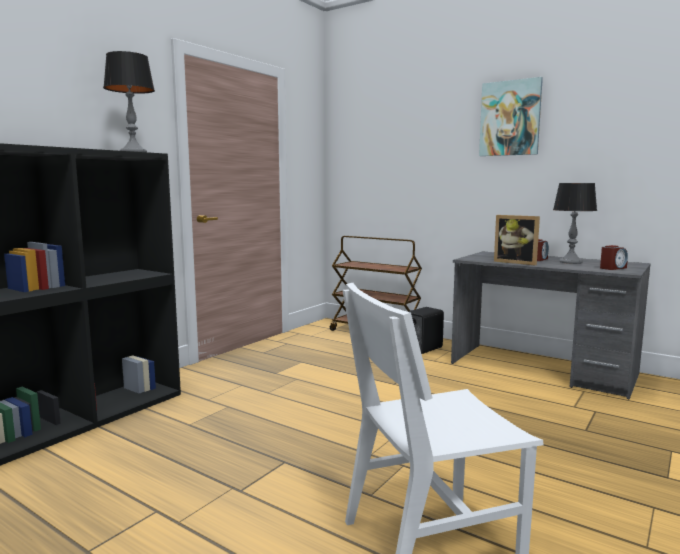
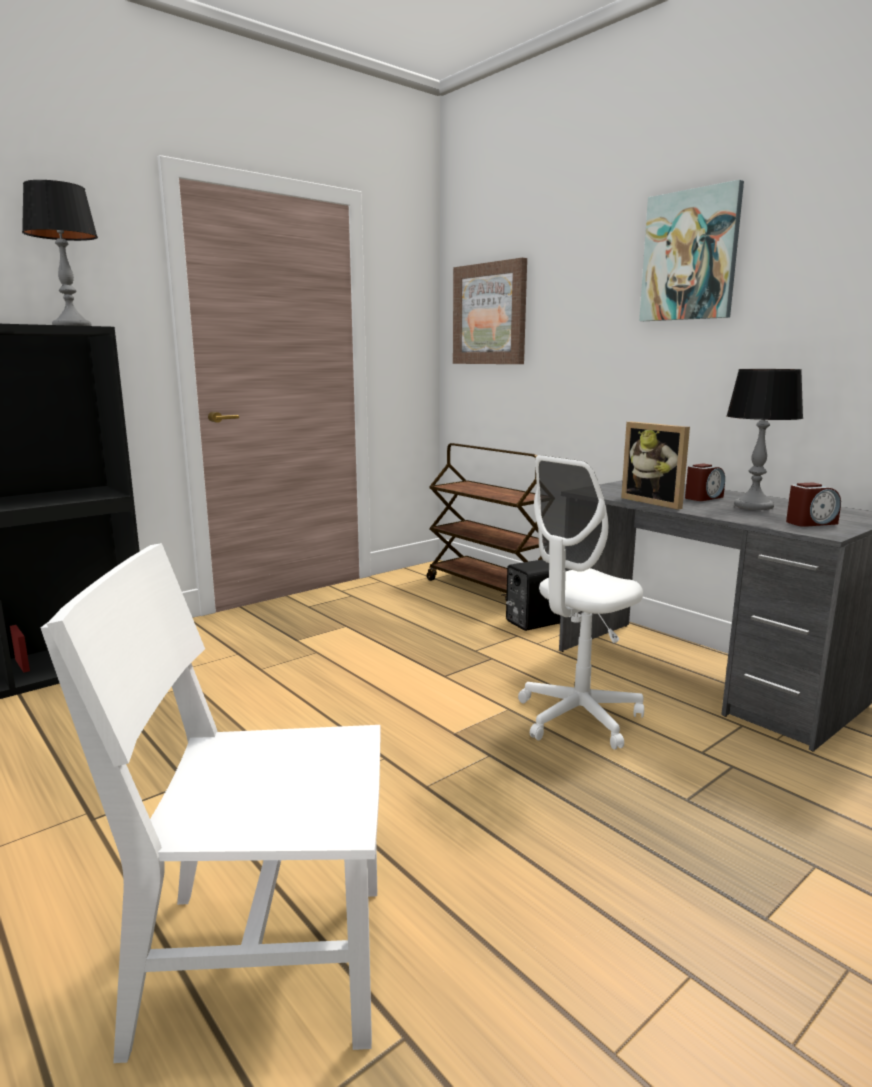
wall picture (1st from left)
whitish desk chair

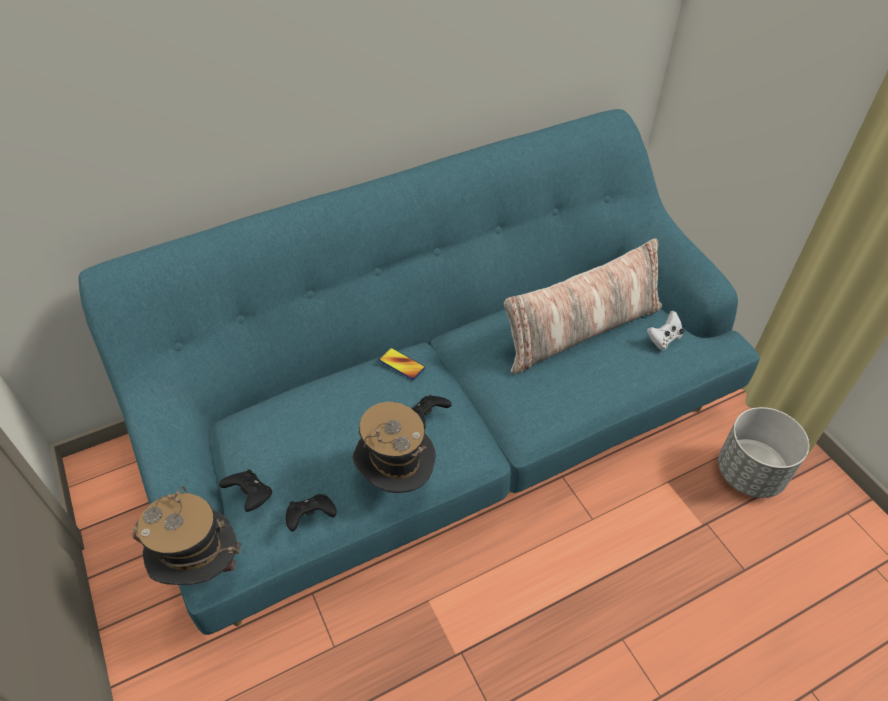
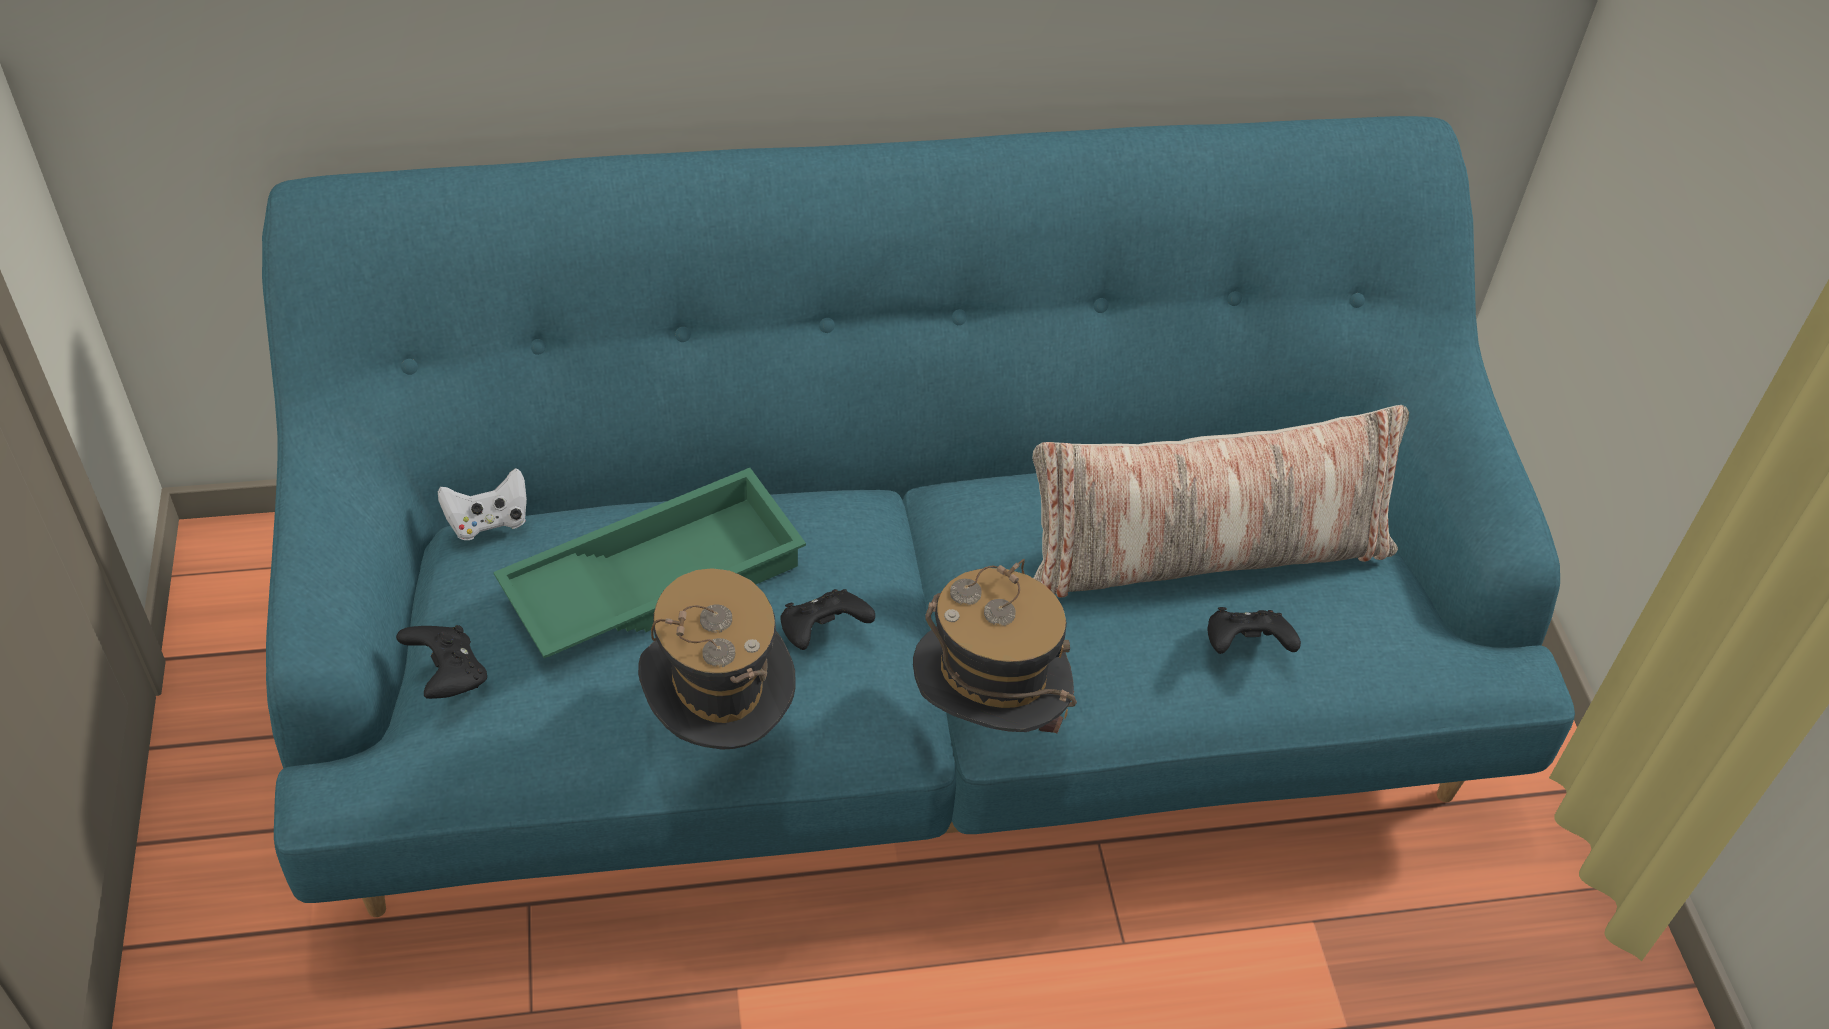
whitish game controller
handset
gray flower pot
wearable hat (2nd from left)
blackish game controller (3rd from left)
greenish serving tray

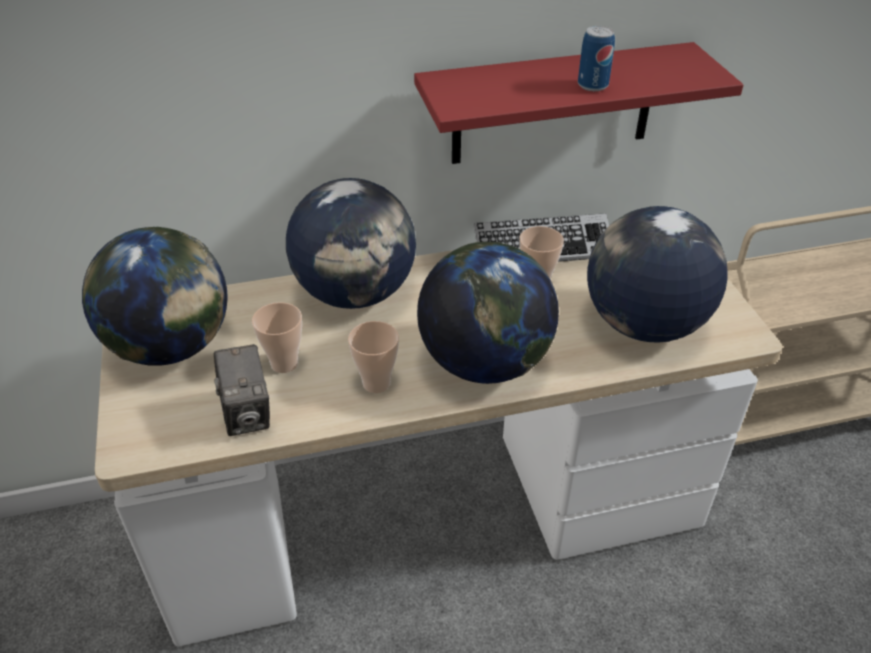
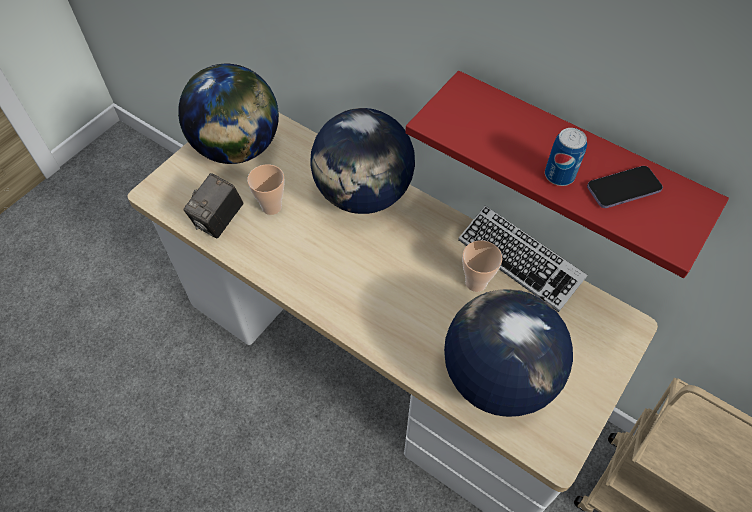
globe (3rd from left in the first image)
drinking cup (2nd from left in the first image)
handset

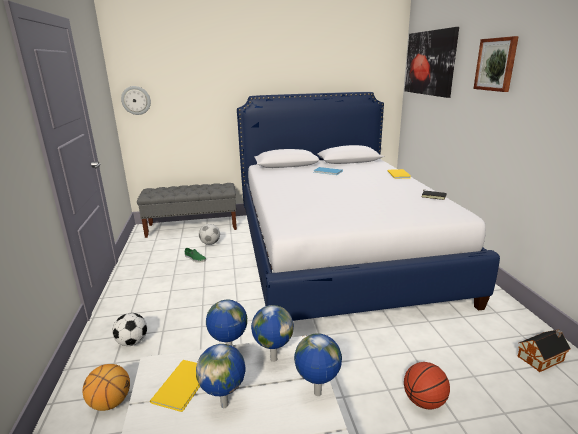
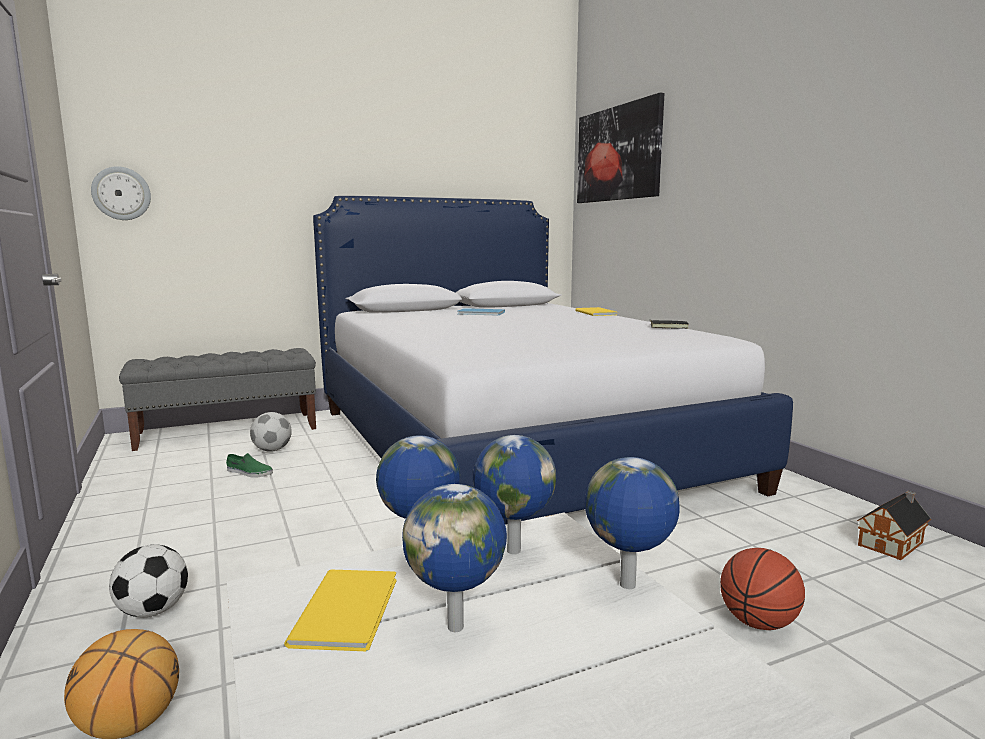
wall picture (2nd from left in the first image)

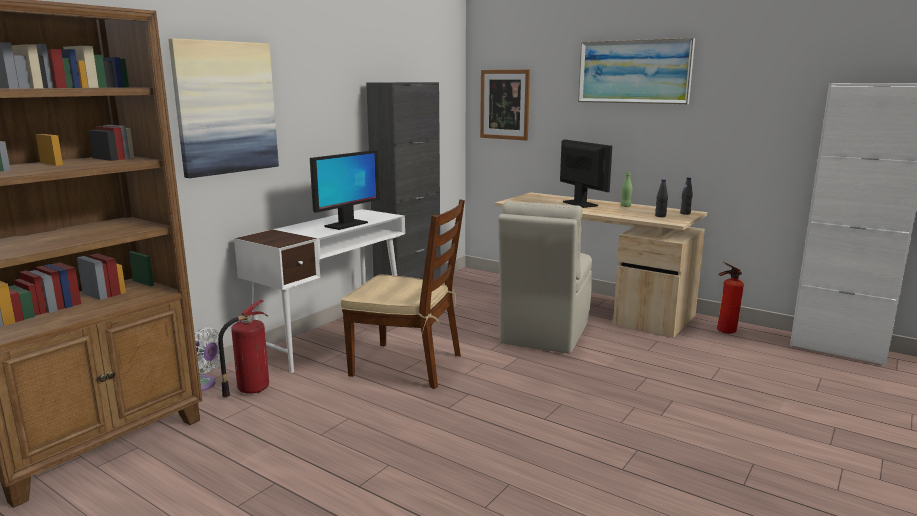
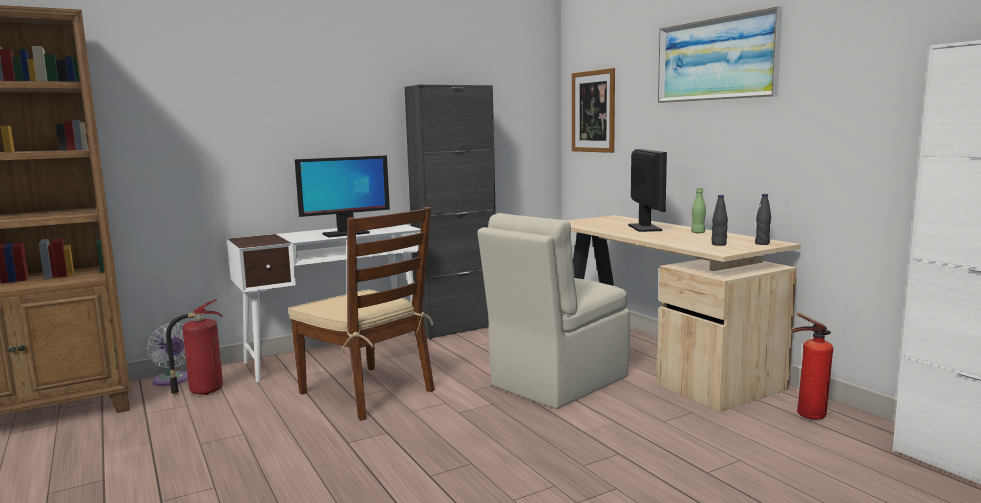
wall picture (1st from left in the first image)

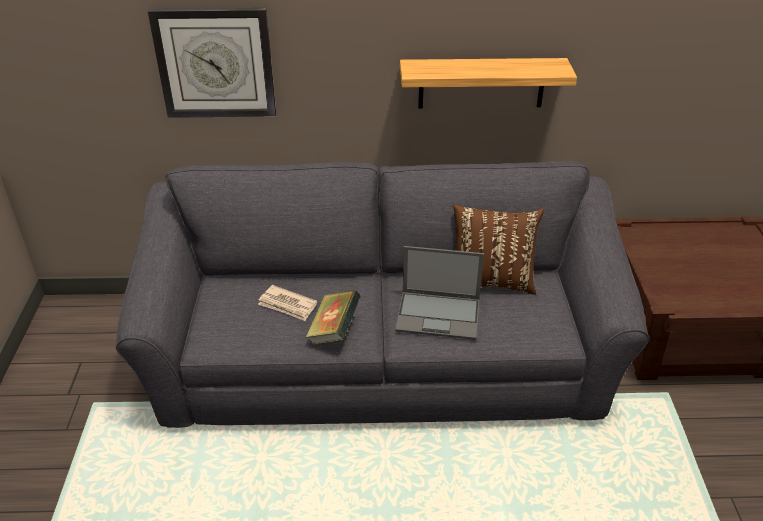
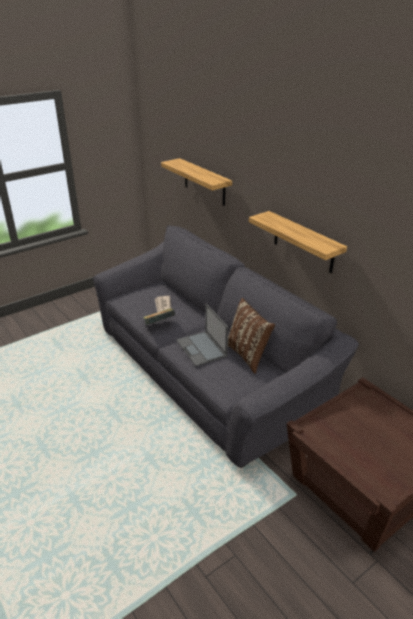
bracket shelf (1st from left)

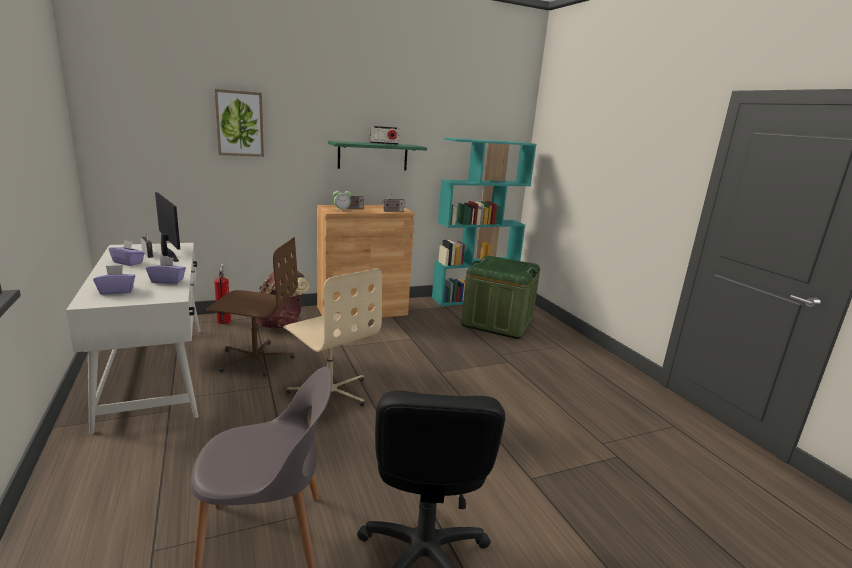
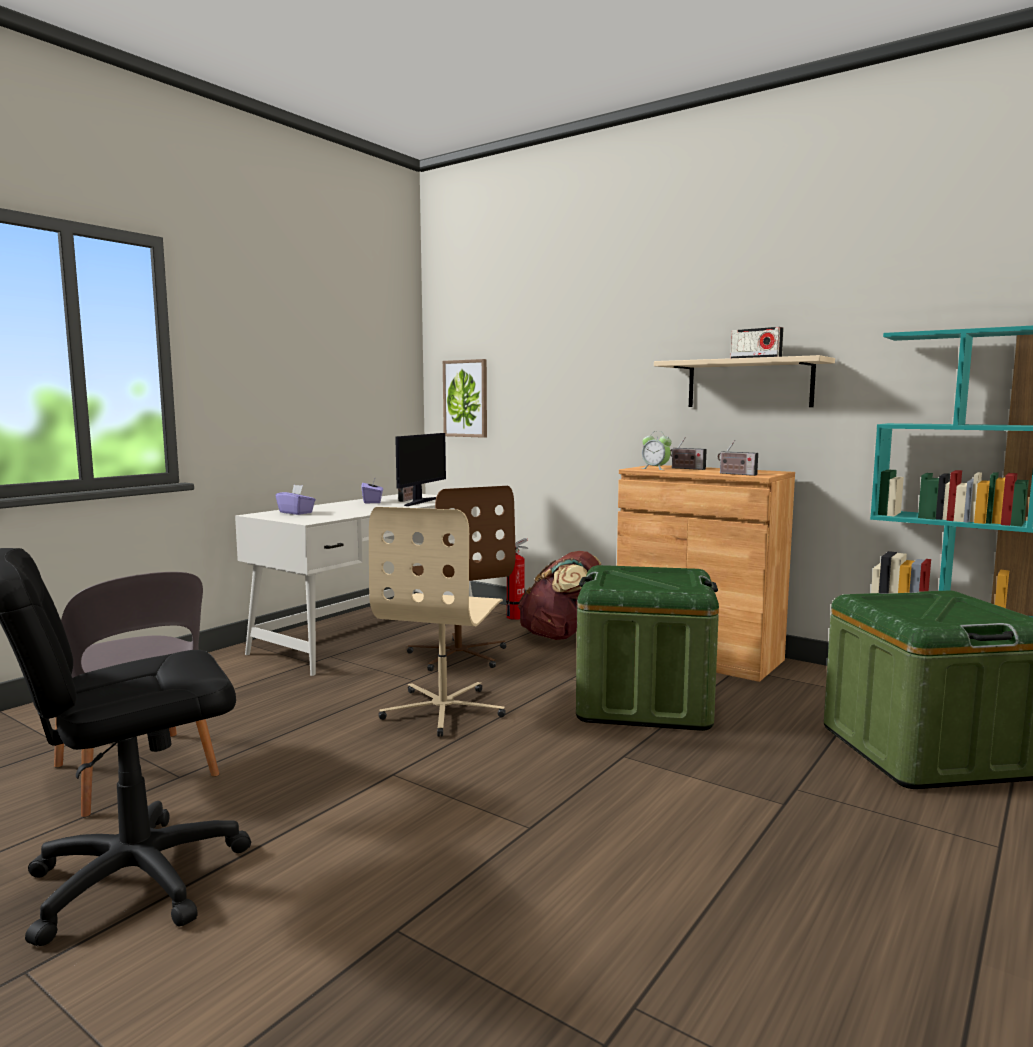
wall picture
beige-coloured bracket shelf
purple tissue box (3rd from left in the first image)
greenish storage box (1st from left)

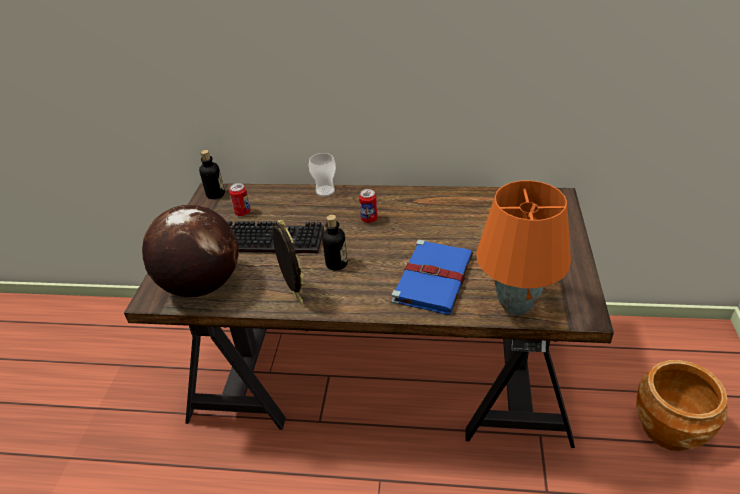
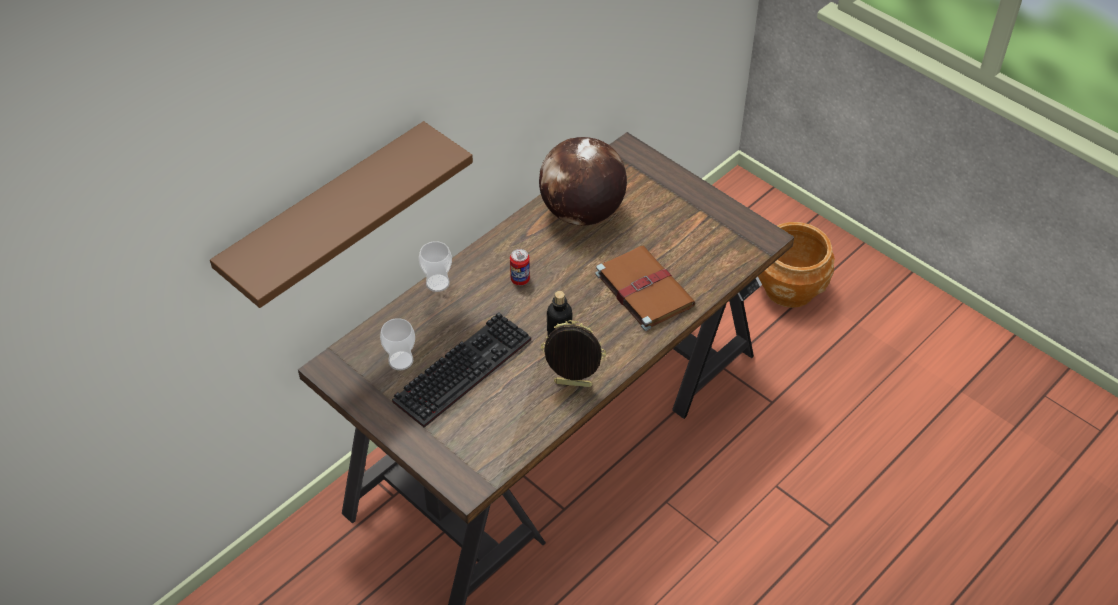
bottle (1st from left in the first image)
orange-coloured lamp for a table
drinking cup (1st from left)
globe
brown-coloured book
brown-coloured bracket shelf

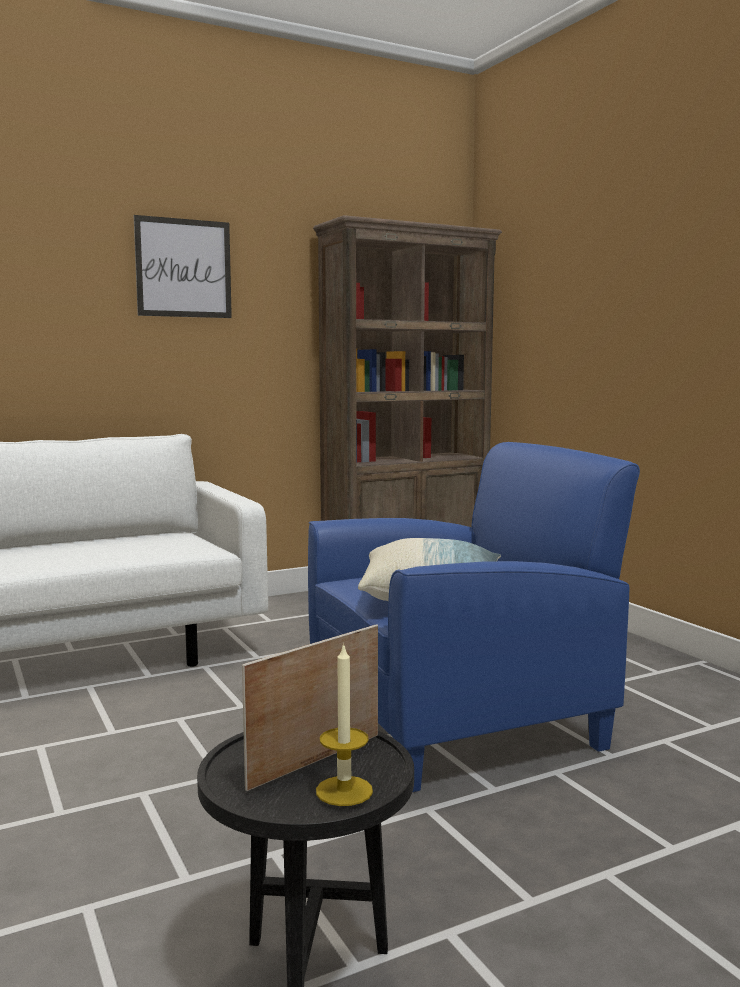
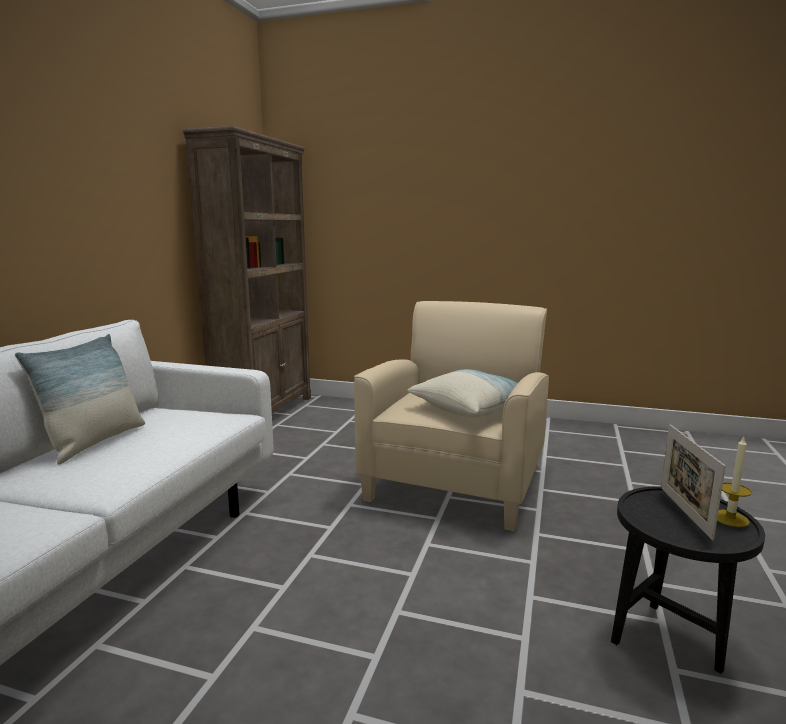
wall picture
beige-coloured lounge chair
cushion (1st from left)

